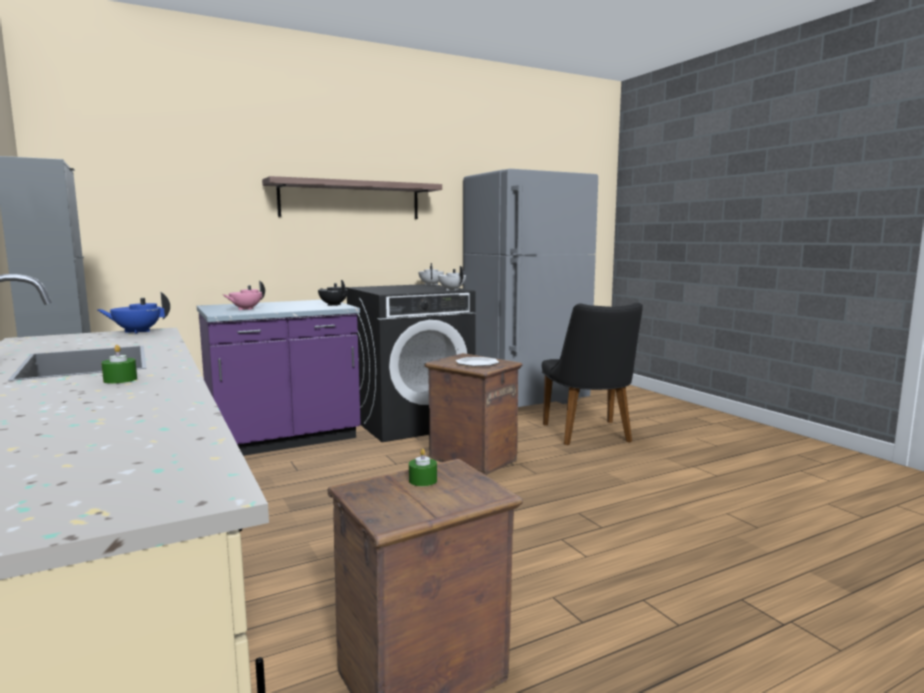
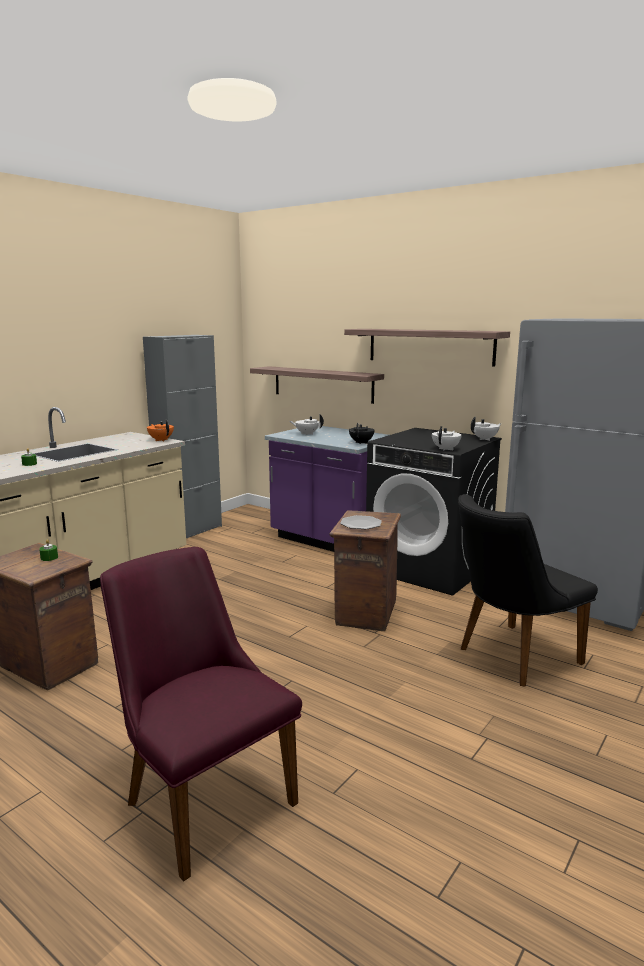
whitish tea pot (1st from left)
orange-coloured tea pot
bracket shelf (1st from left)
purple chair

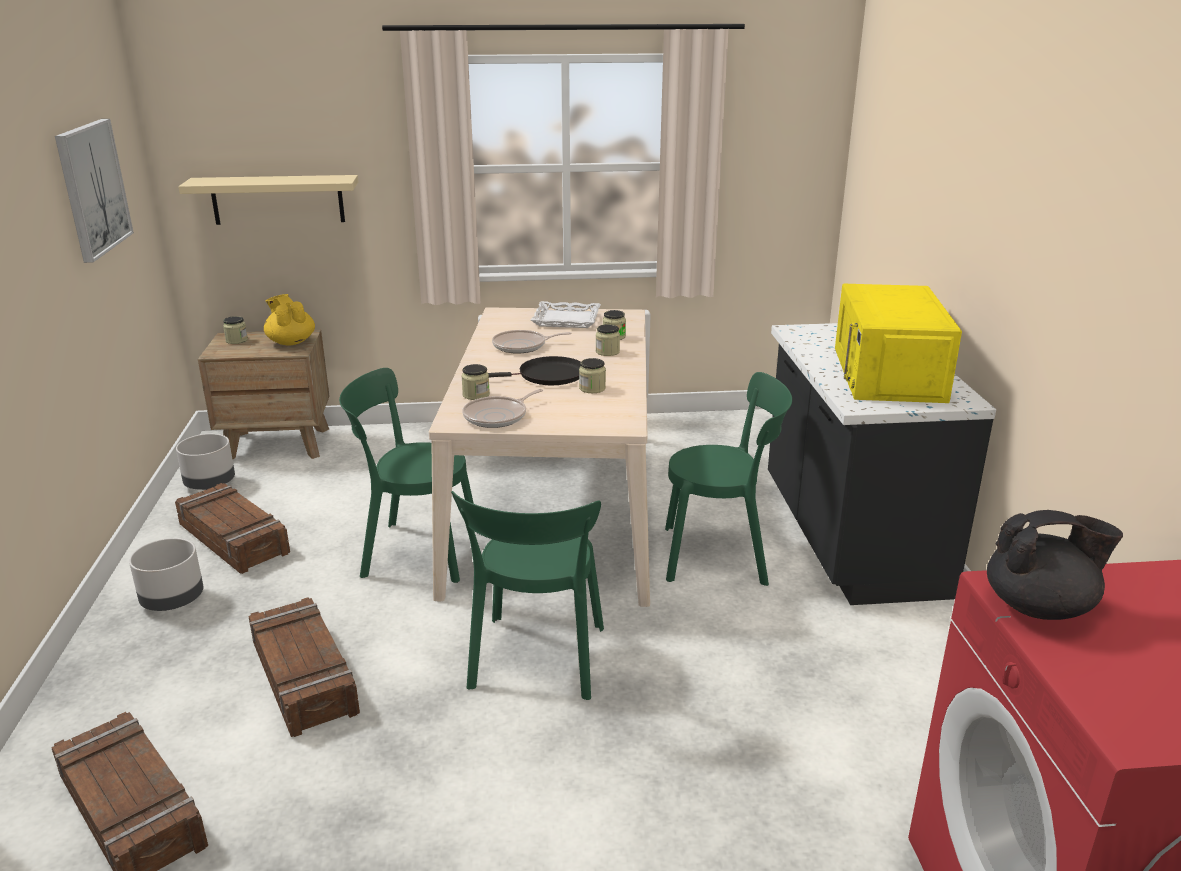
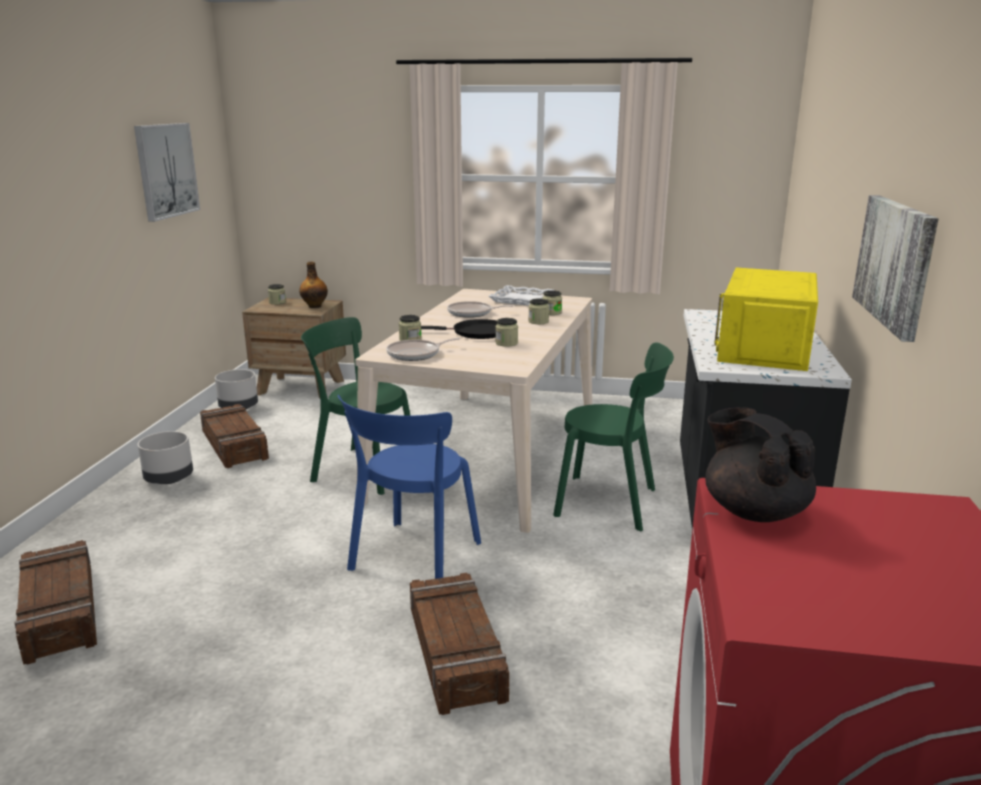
beige-coloured bracket shelf
bottle
blue-coloured chair
blackish tea pot
shipping crate (3rd from left)
wall picture (2nd from left)

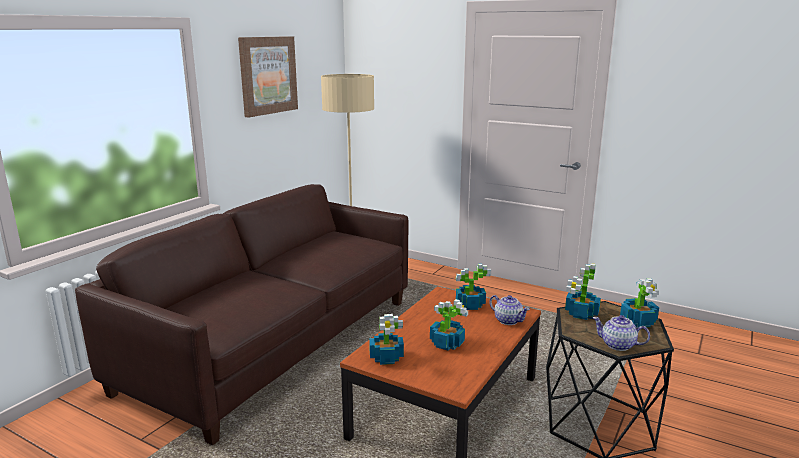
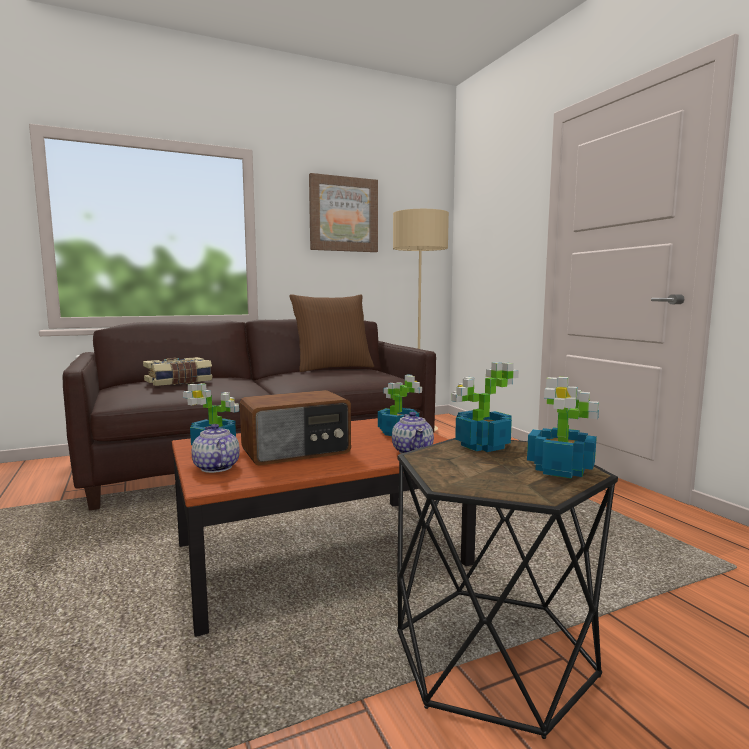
radio receiver
tea pot (1st from left)
brown-coloured cushion
book

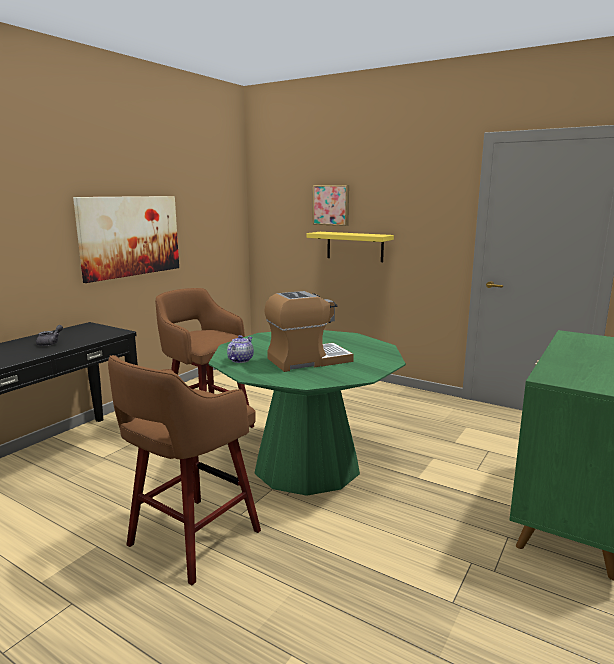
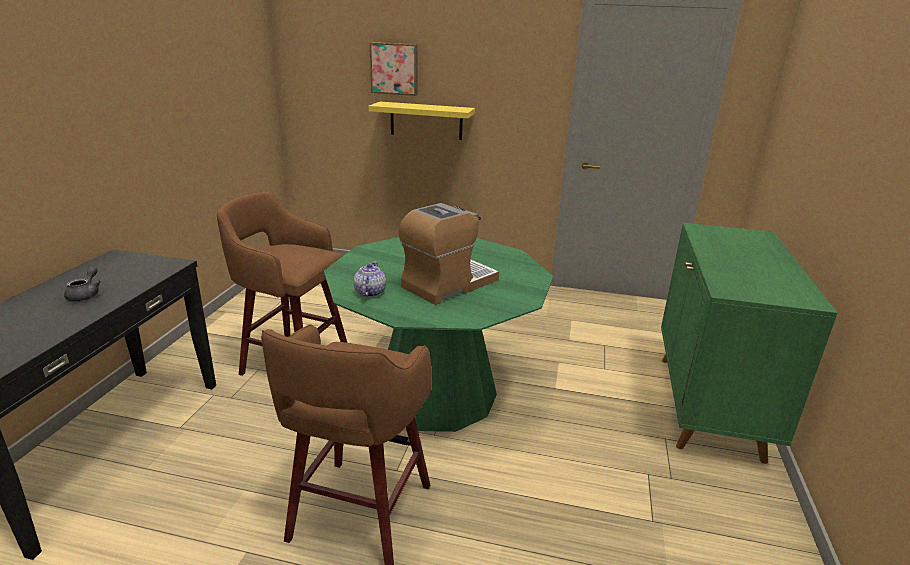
wall picture (1st from left in the first image)

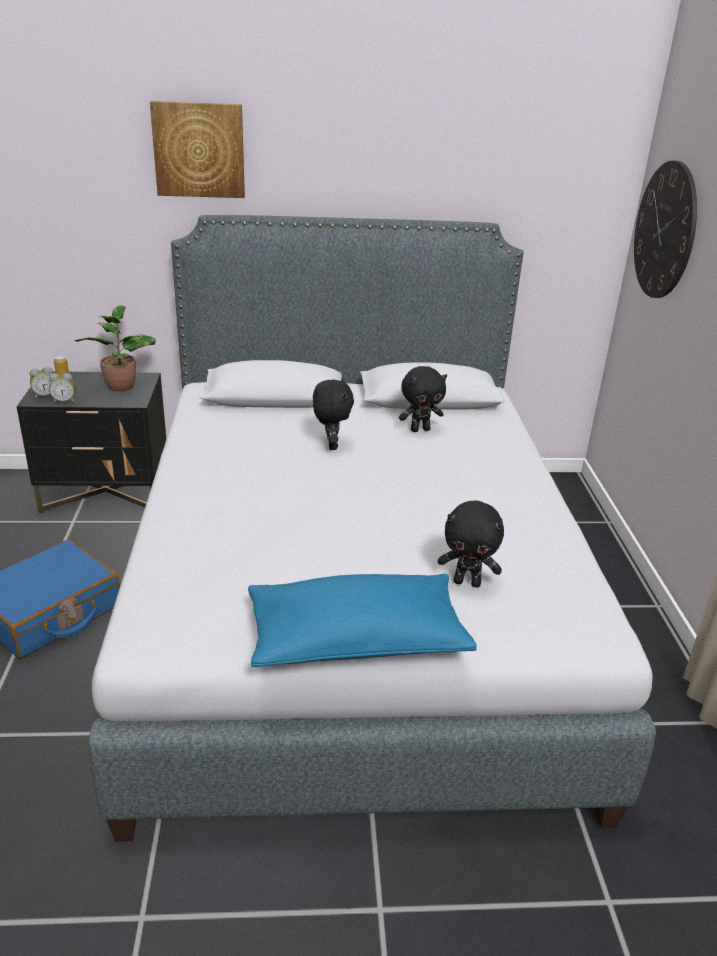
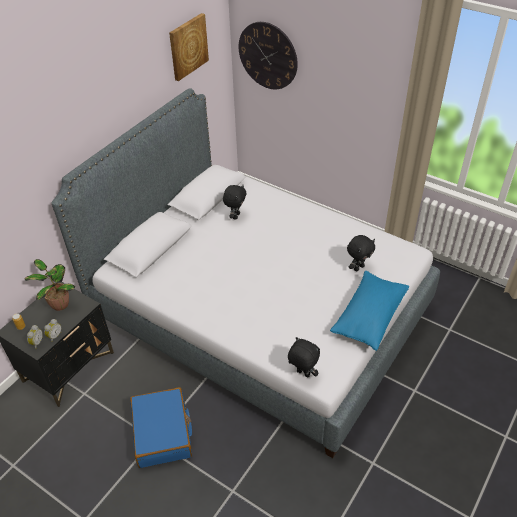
wall picture
blackish plush toy (2nd from left)

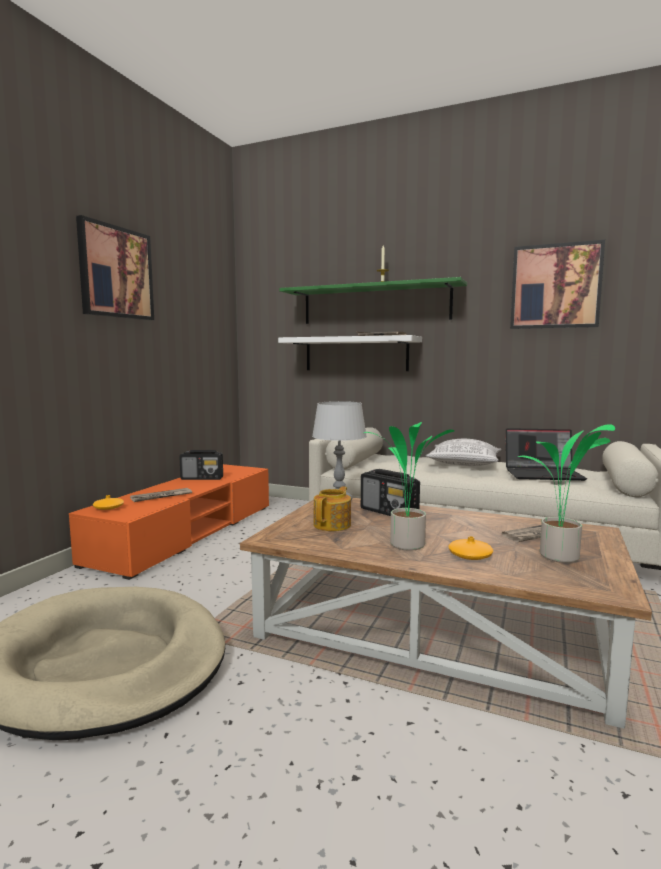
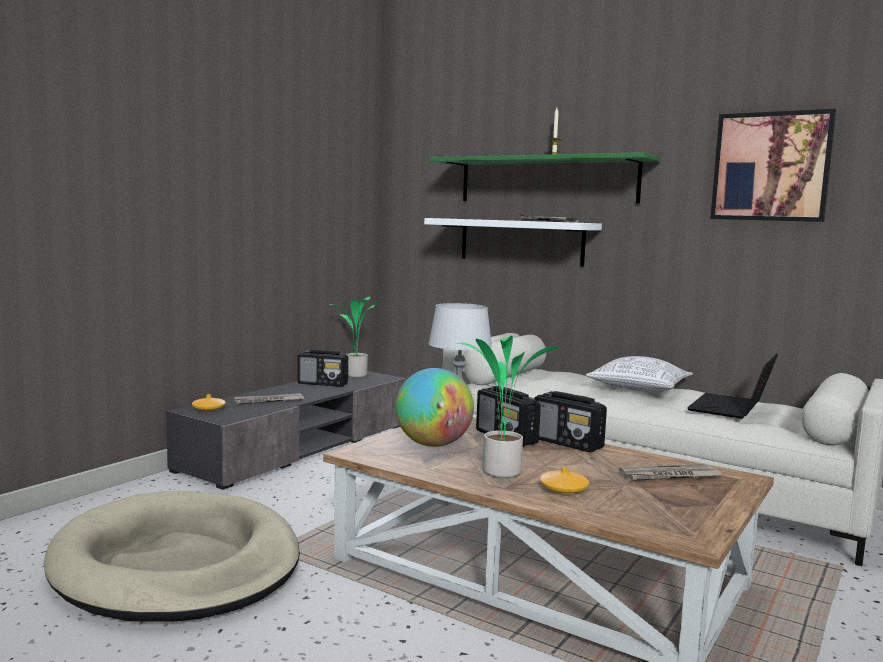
wall picture (1st from left in the first image)
potted plant (1st from left)
notebook computer
gray tv unit
globe
radio receiver (3rd from left)

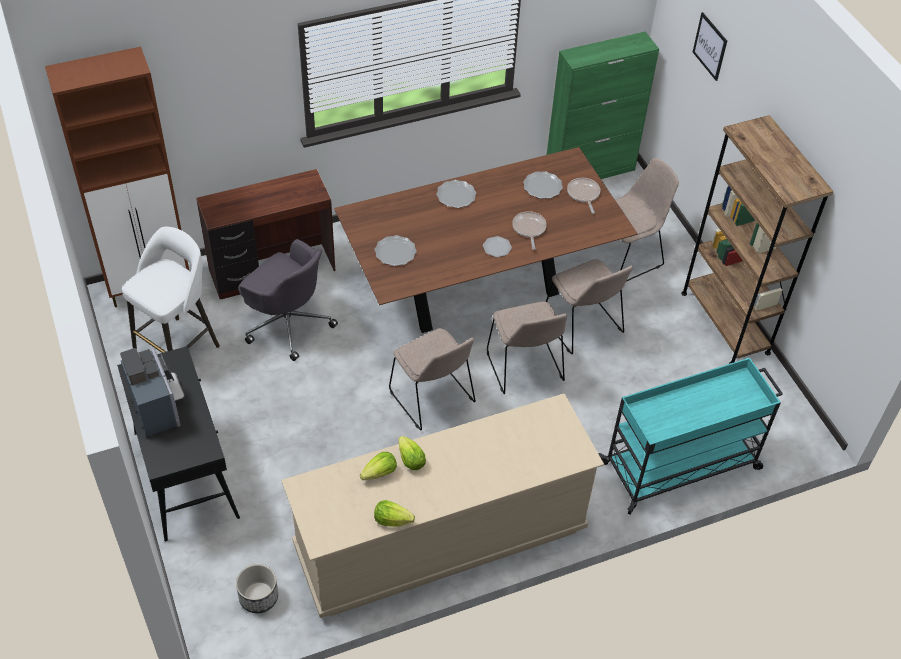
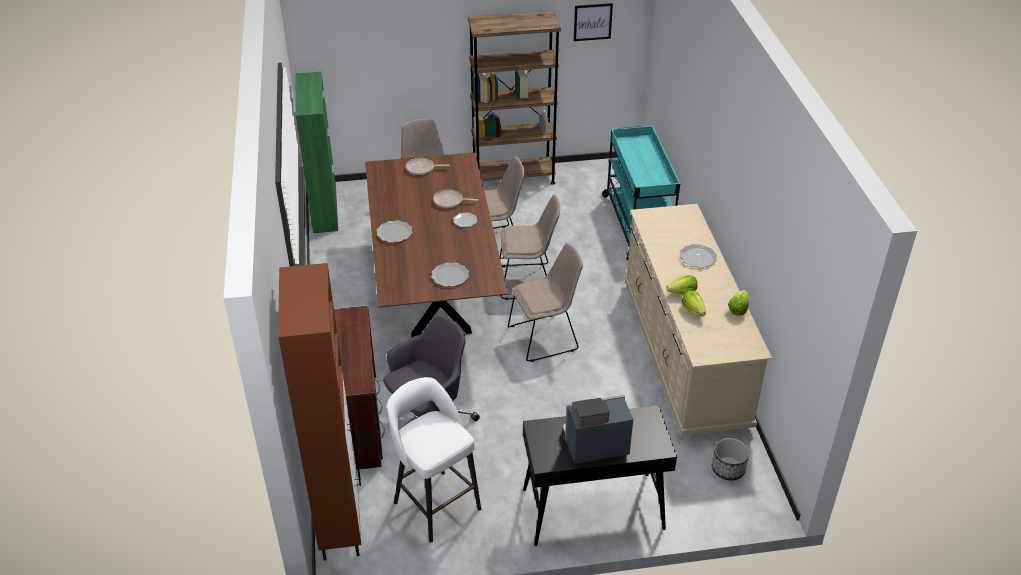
wall picture
flat dish (4th from left)

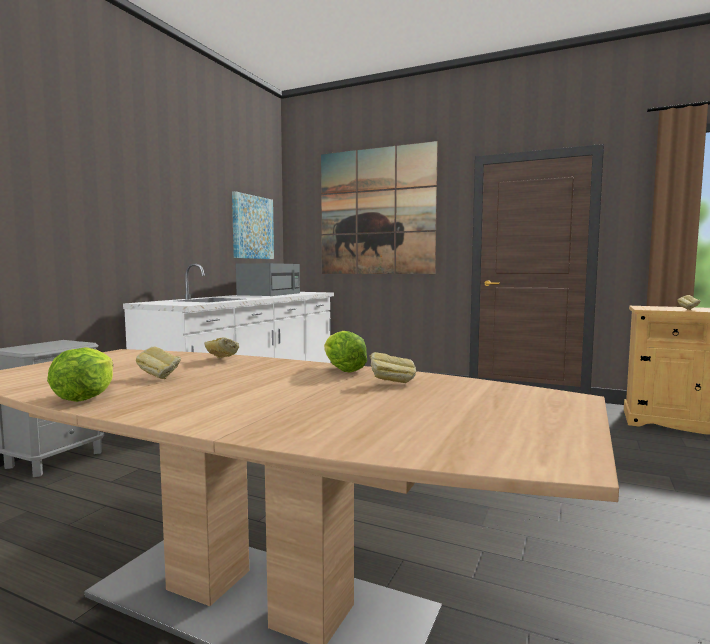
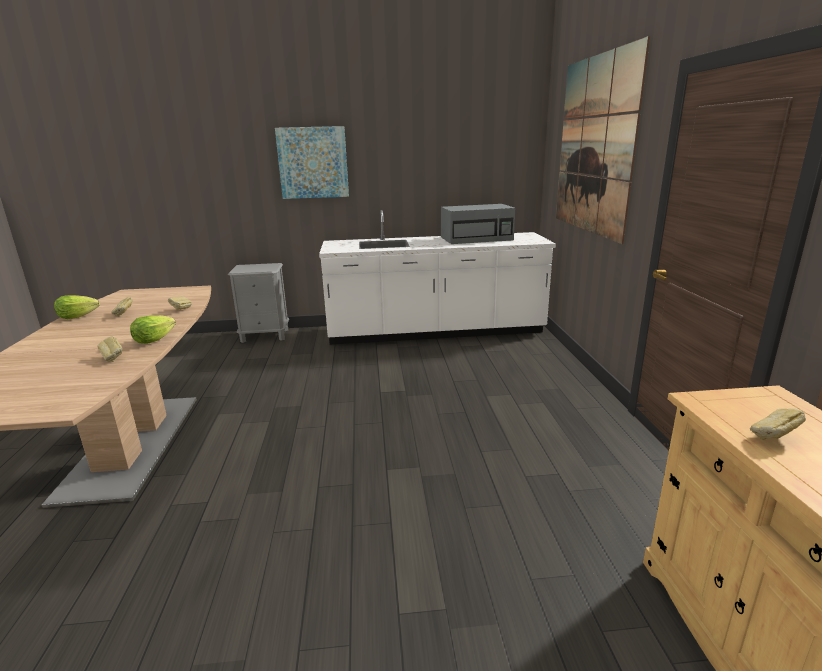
wall picture (1st from left)

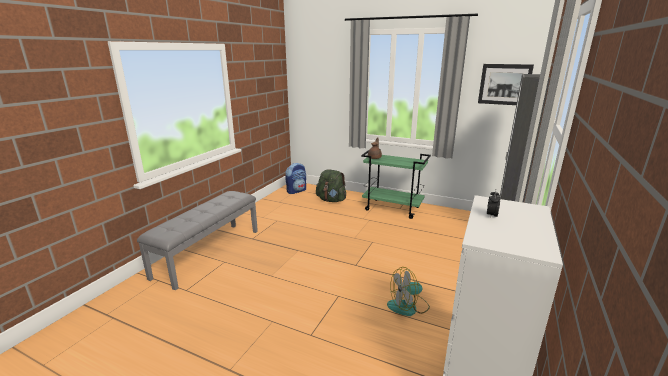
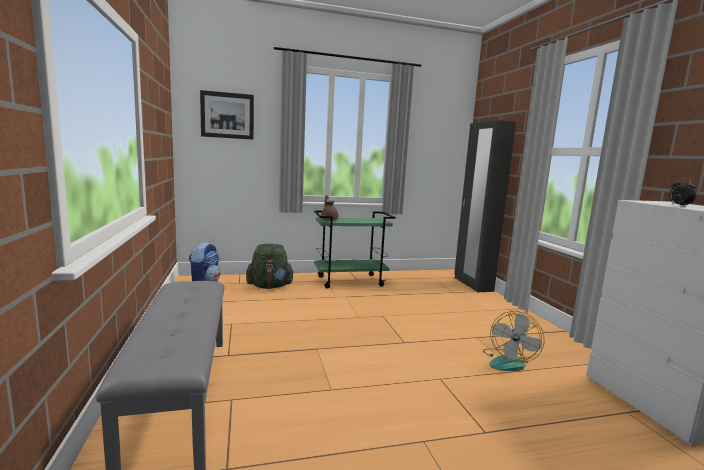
wall picture

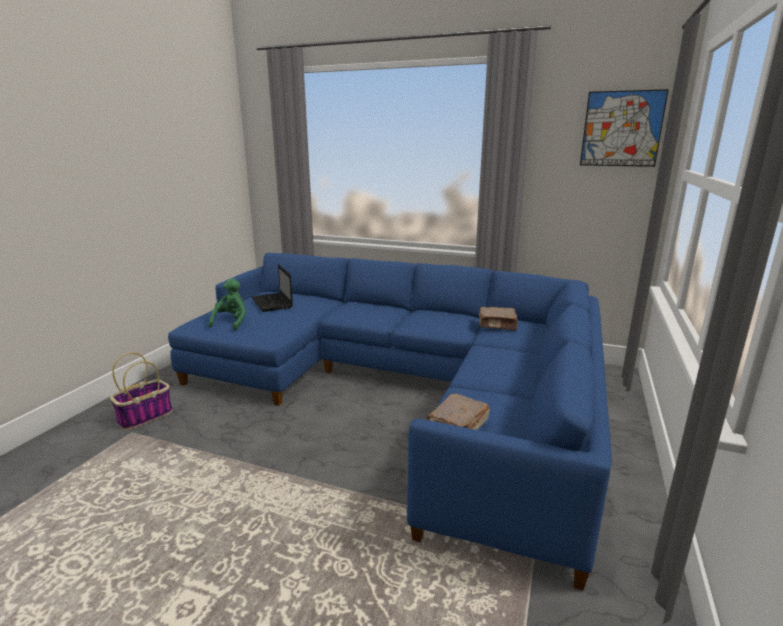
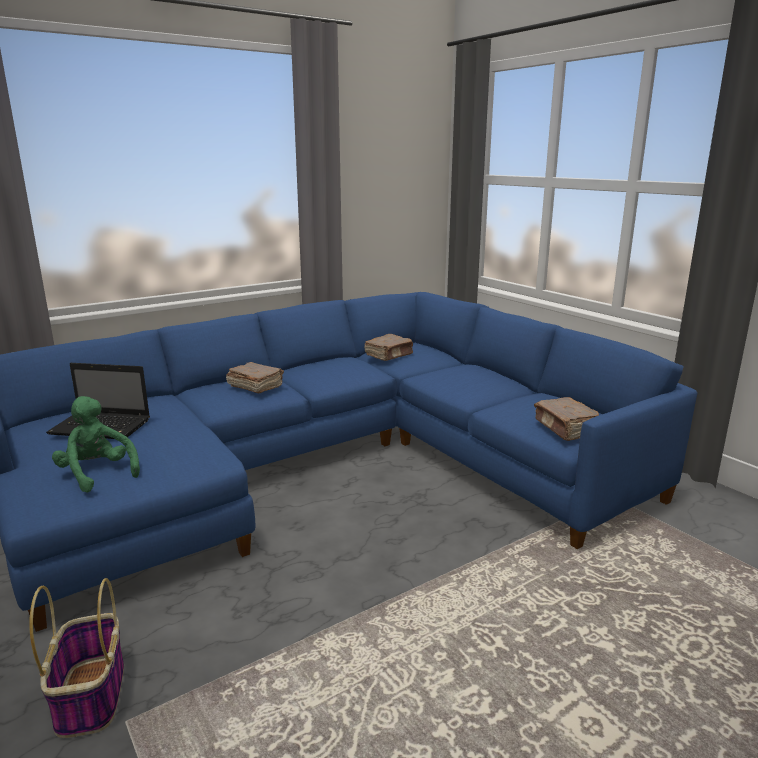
wall picture
brown-coloured book (1st from left)

